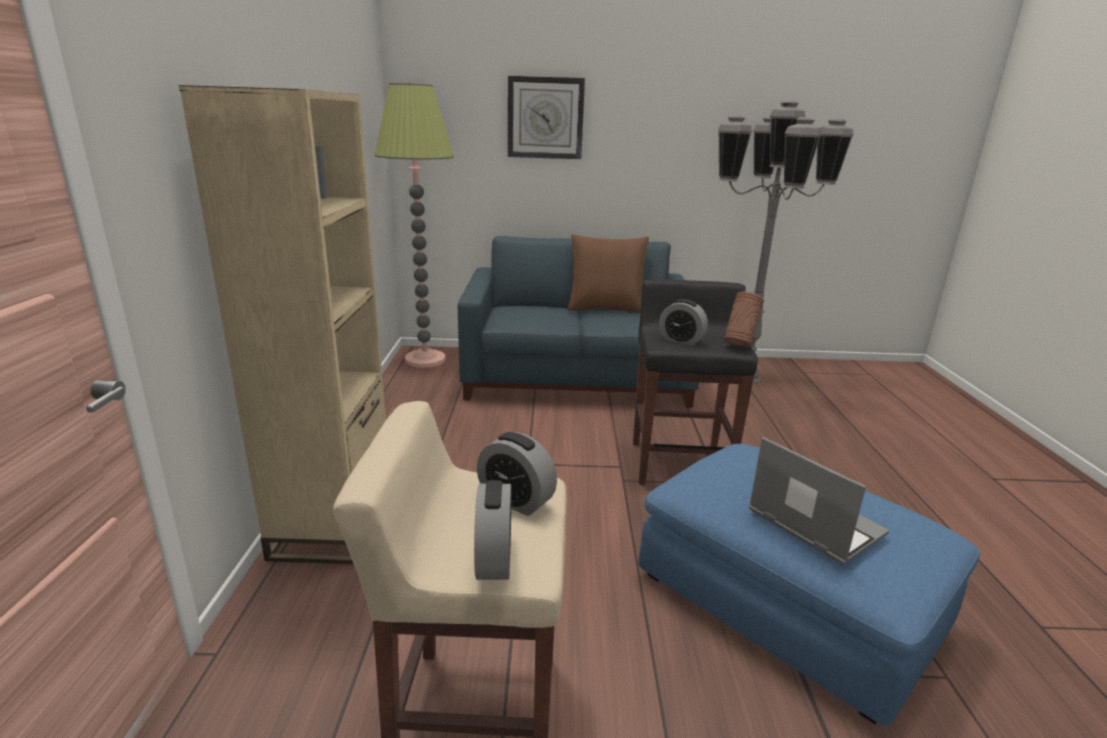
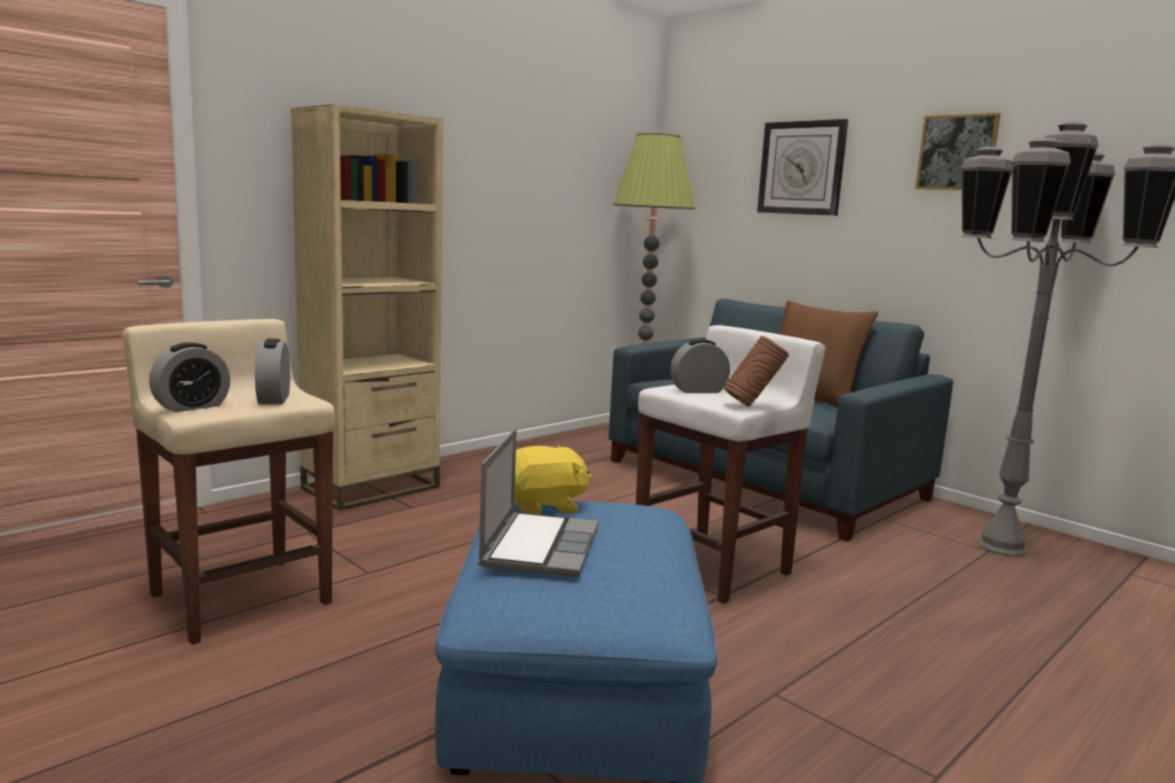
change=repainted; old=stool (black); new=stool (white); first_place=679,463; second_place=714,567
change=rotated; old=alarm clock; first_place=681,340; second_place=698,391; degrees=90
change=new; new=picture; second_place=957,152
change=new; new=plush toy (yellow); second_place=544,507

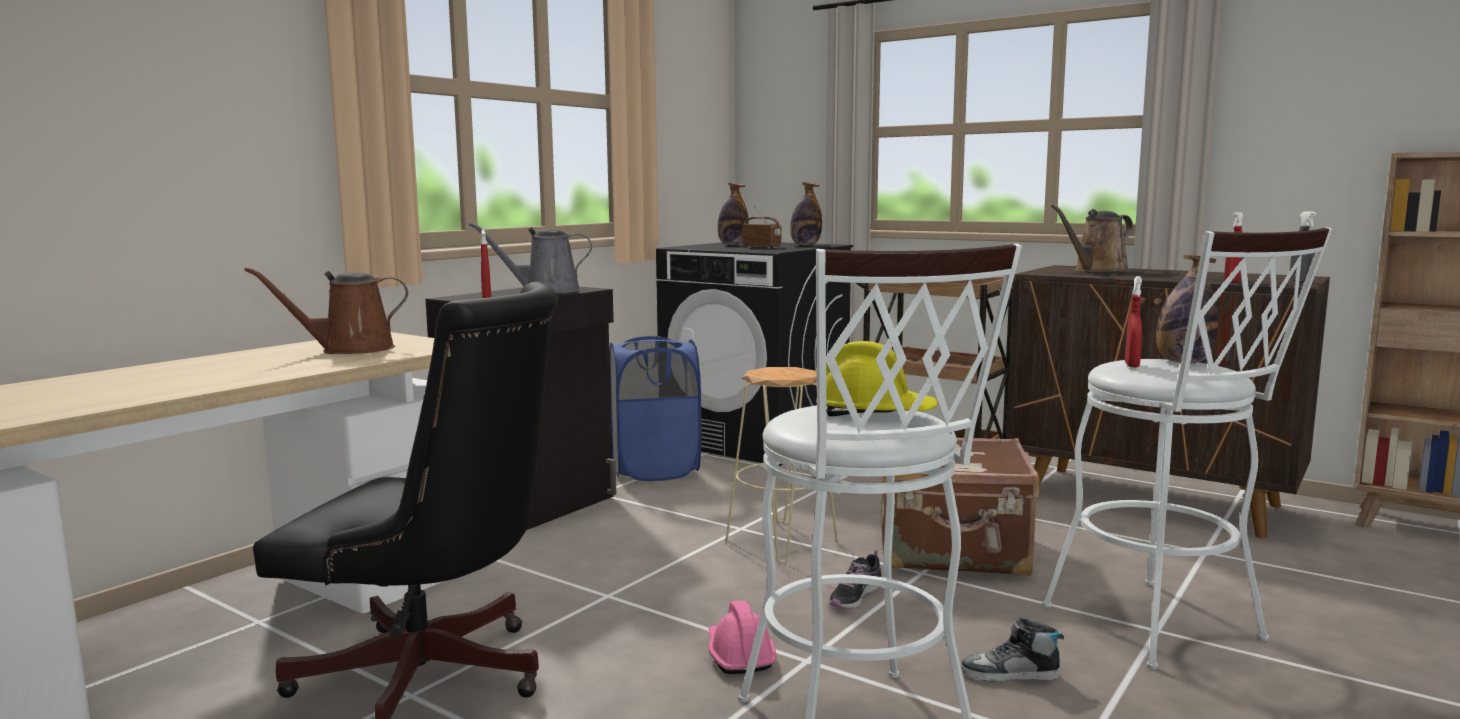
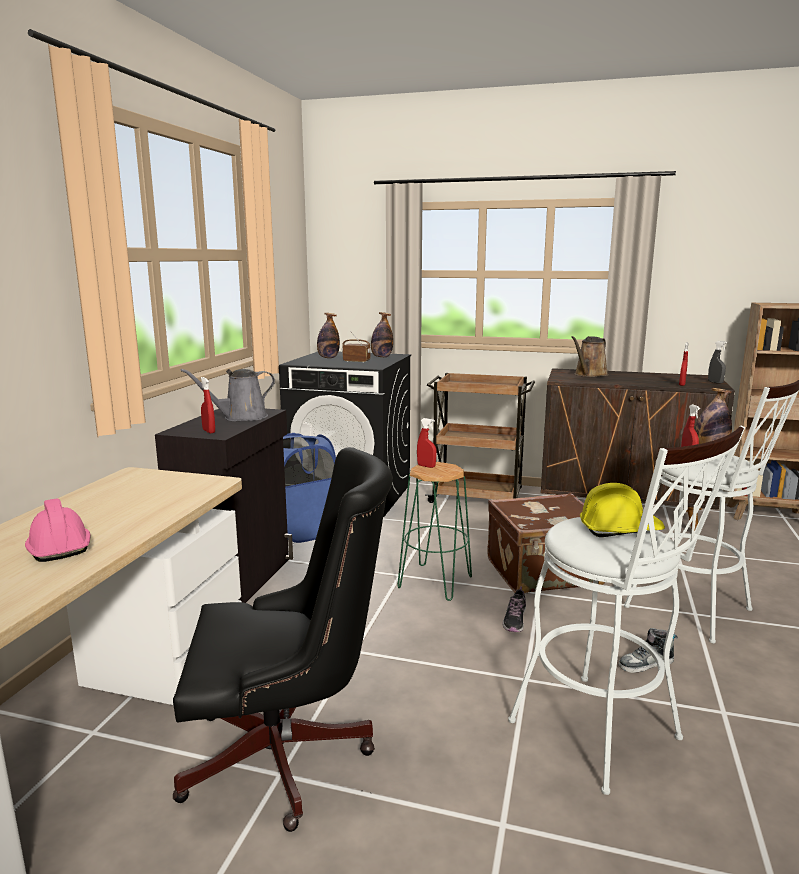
change=gone; old=watering can (brown); first_place=350,350
change=repainted; old=stool (beige); new=stool (green); first_place=782,542; second_place=435,582
change=shifted; old=hard hat (pink); first_place=739,655; second_place=58,546
change=new; new=spray bottle (red); second_place=426,466

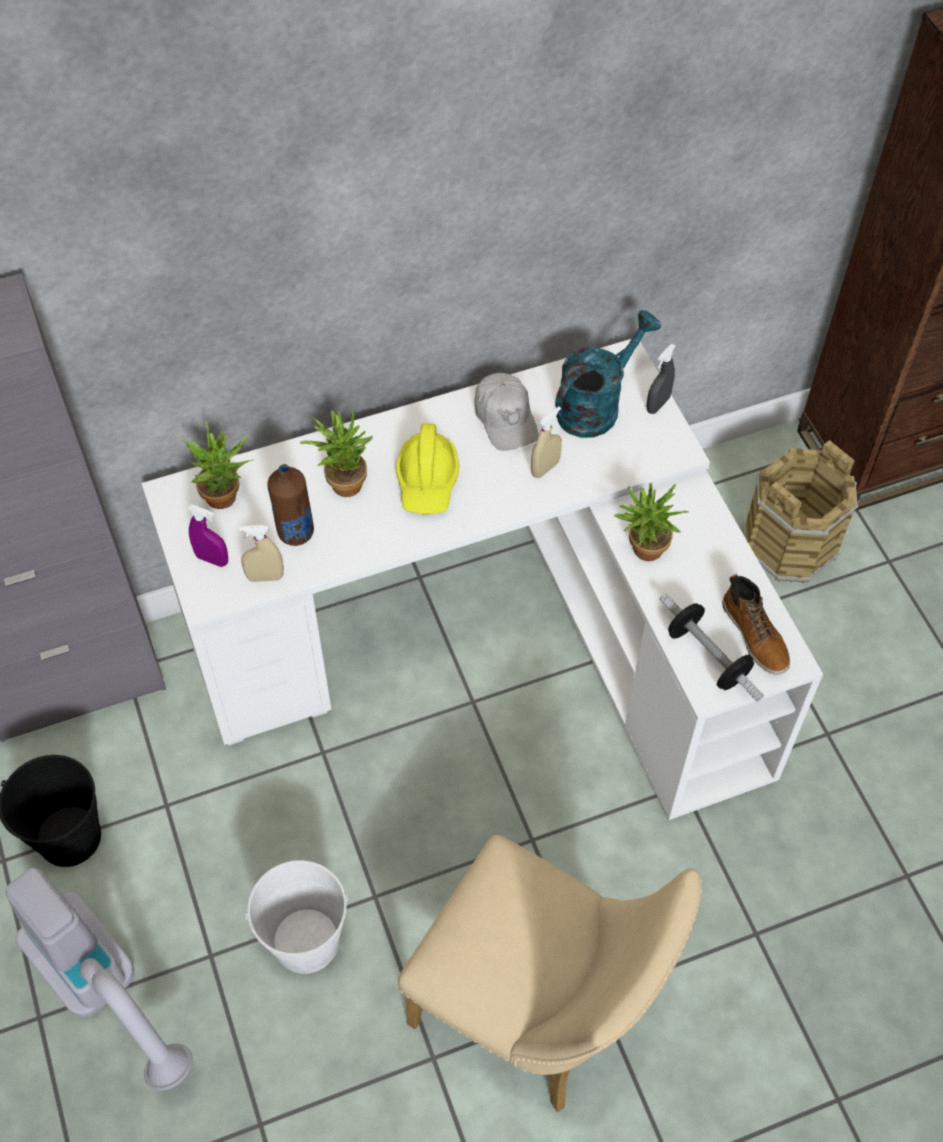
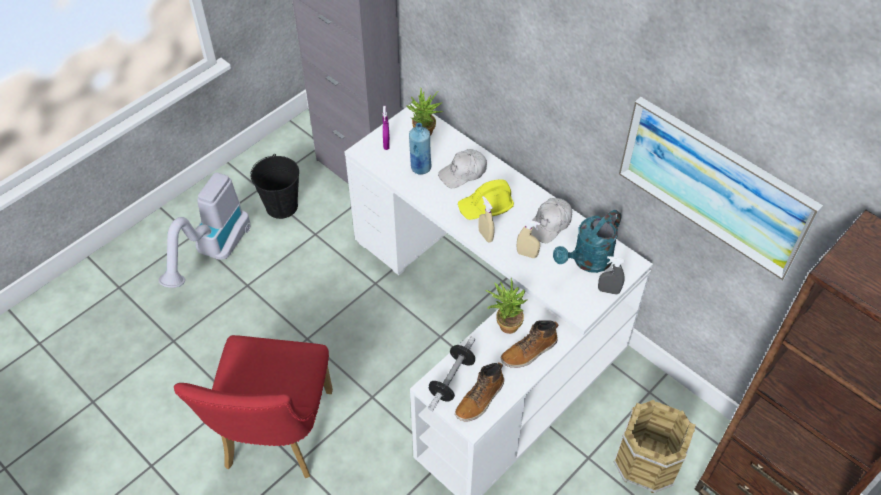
change=rotated; old=watering can (turquoise); first_place=596,405; second_place=587,261; degrees=120
change=swapped; old=potted plant; new=cap (white); first_place=342,481; second_place=463,173
change=repainted; old=bottle (brown); new=bottle (blue); first_place=295,532; second_place=420,168
change=shifted; old=spray bottle (beige); first_place=265,577; second_place=485,236
change=repainted; old=chair (beige); new=chair (red); first_place=537,1012; second_place=275,437
change=gone; old=bucket (white); first_place=306,941
change=new; new=picture; second_place=714,185
change=new; new=boot; second_place=529,351

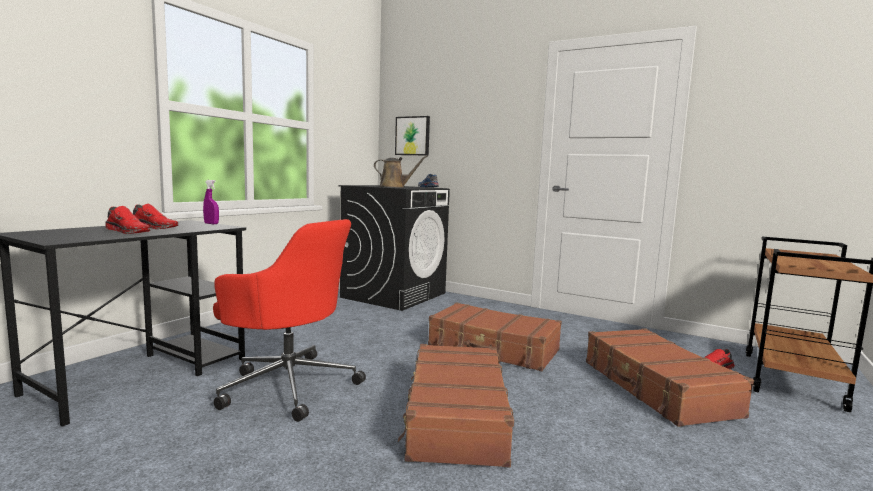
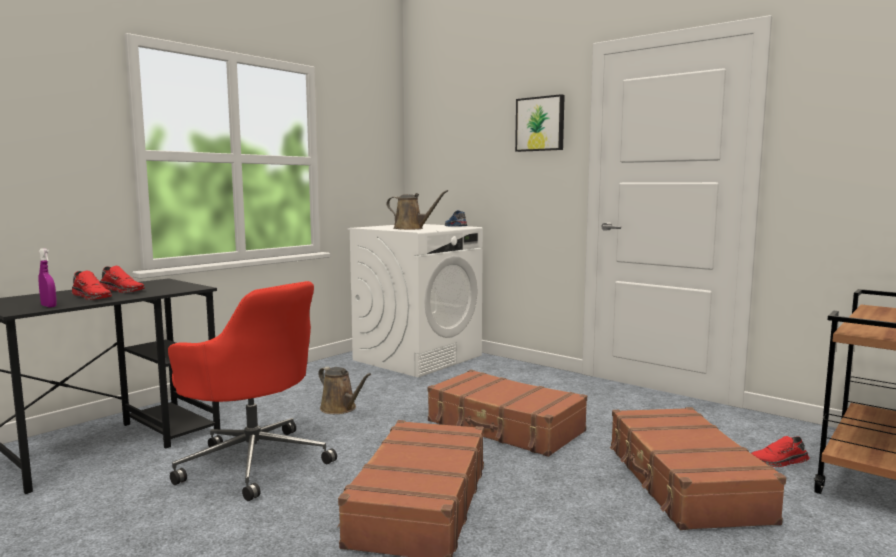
change=shifted; old=picture; first_place=413,136; second_place=540,124
change=shifted; old=spray bottle (purple); first_place=211,224; second_place=48,306
change=repainted; old=washing machine (black); new=washing machine (white); first_place=394,295; second_place=418,357
change=new; new=watering can (brown); second_place=340,408

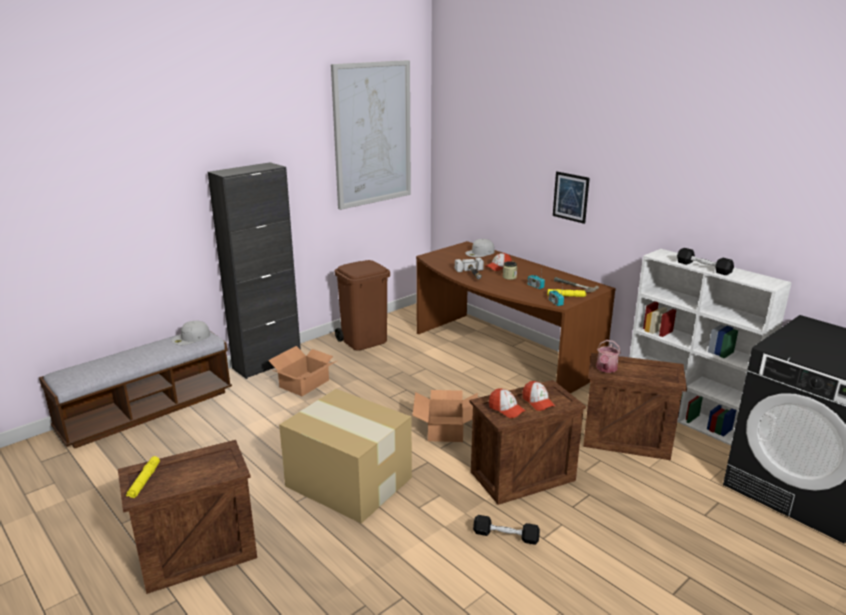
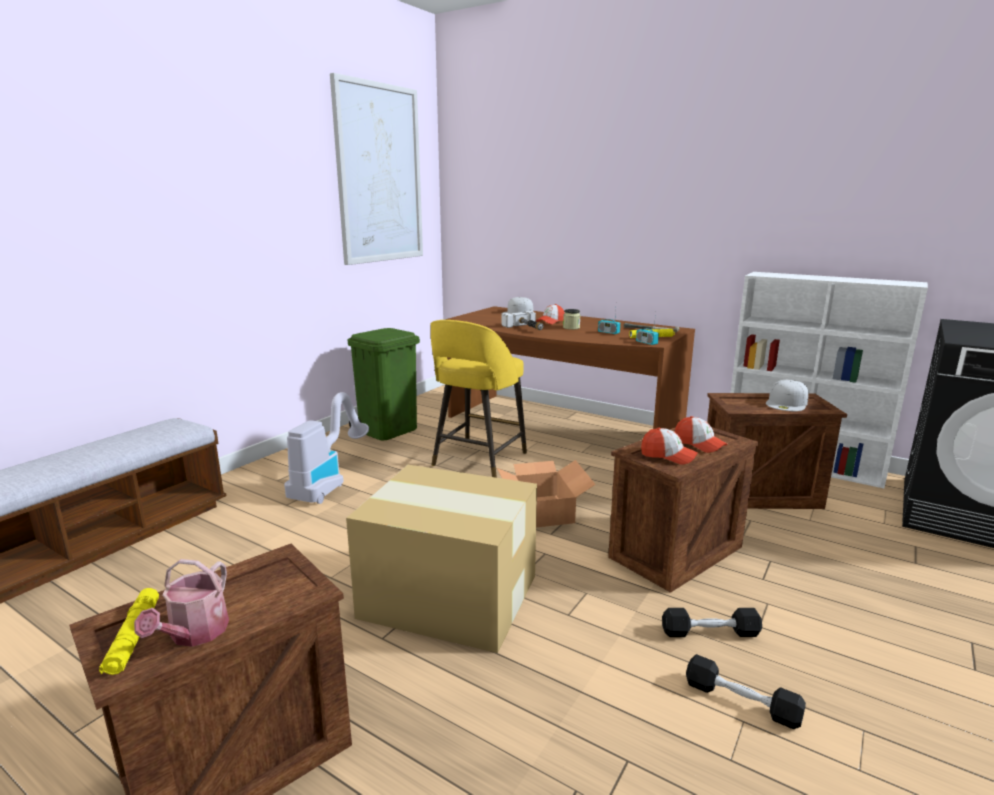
change=gone; old=cabinet (black); first_place=267,363
change=gone; old=picture; first_place=570,197
change=shifted; old=dumbbell (black); first_place=703,268; second_place=741,701
change=repainted; old=trash can (brown); new=trash can (green); first_place=364,341; second_place=388,430
change=shifted; old=cap (white); first_place=191,338; second_place=787,403
change=shifted; old=watering can; first_place=606,369; second_place=194,634
change=swapped; old=cardboard box; new=vacuum cleaner; first_place=303,383; second_place=328,483
change=new; new=stool (yellow); second_place=478,460

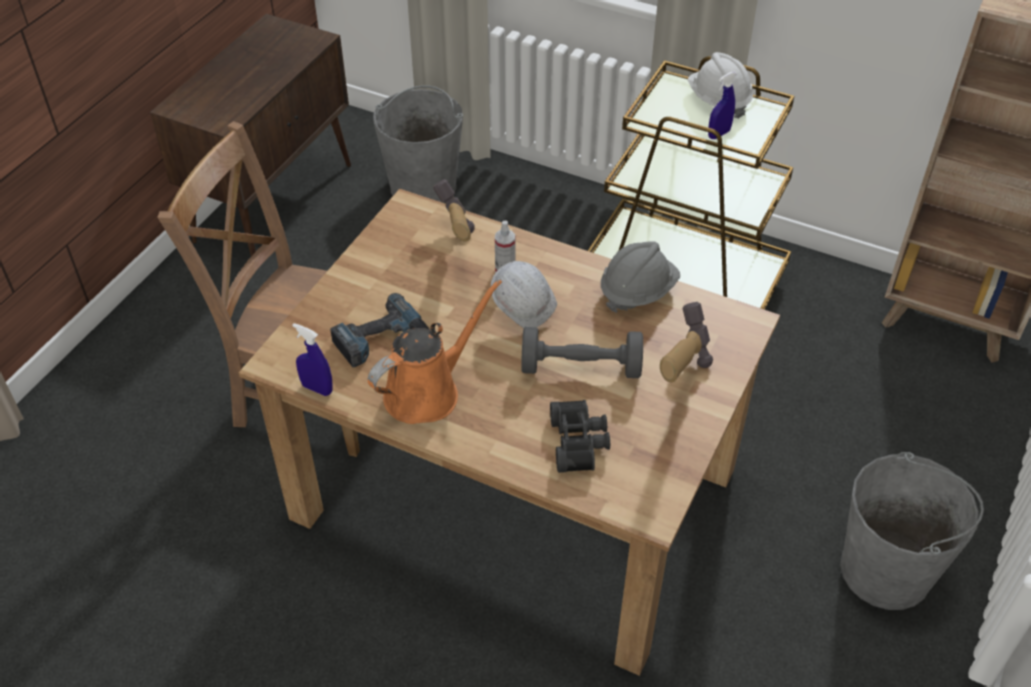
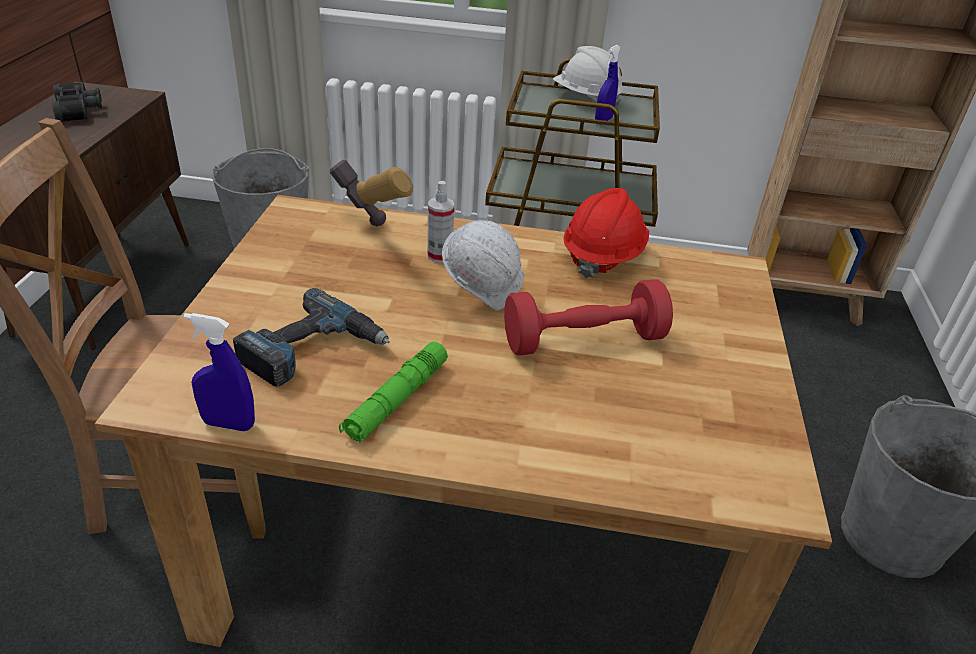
change=repainted; old=hard hat (grey); new=hard hat (red); first_place=637,291; second_place=602,256
change=swapped; old=watering can (orange); new=flashlight (green); first_place=428,391; second_place=396,400
change=gone; old=hammer; first_place=675,386
change=repainted; old=dumbbell (grey); new=dumbbell (red); first_place=581,368; second_place=583,340
change=shifted; old=binoculars (black); first_place=580,442; second_place=80,110

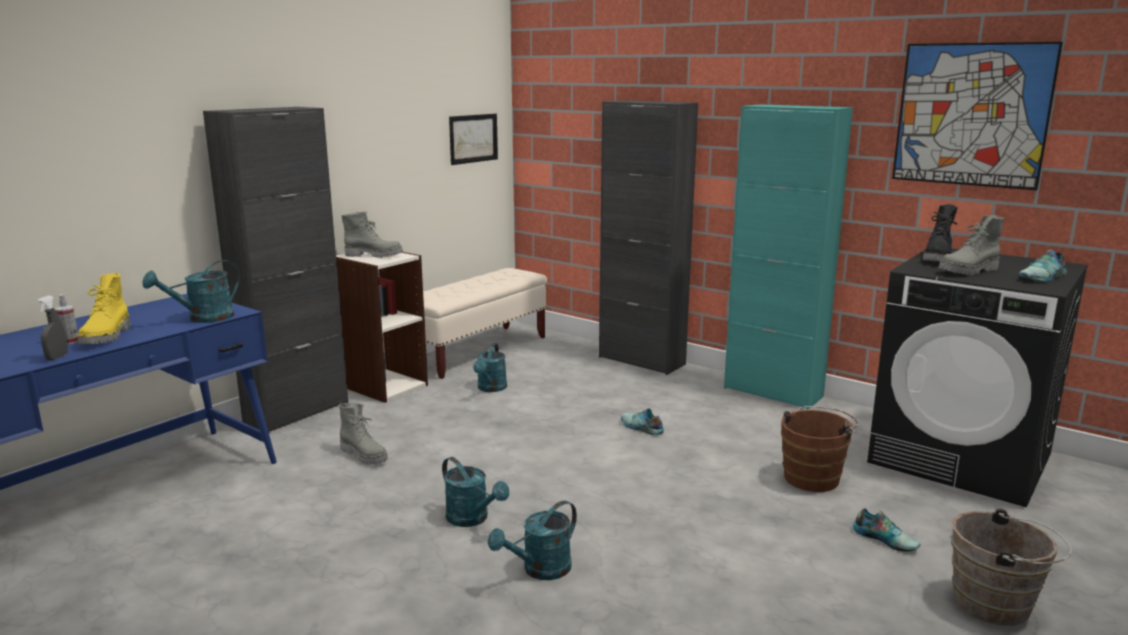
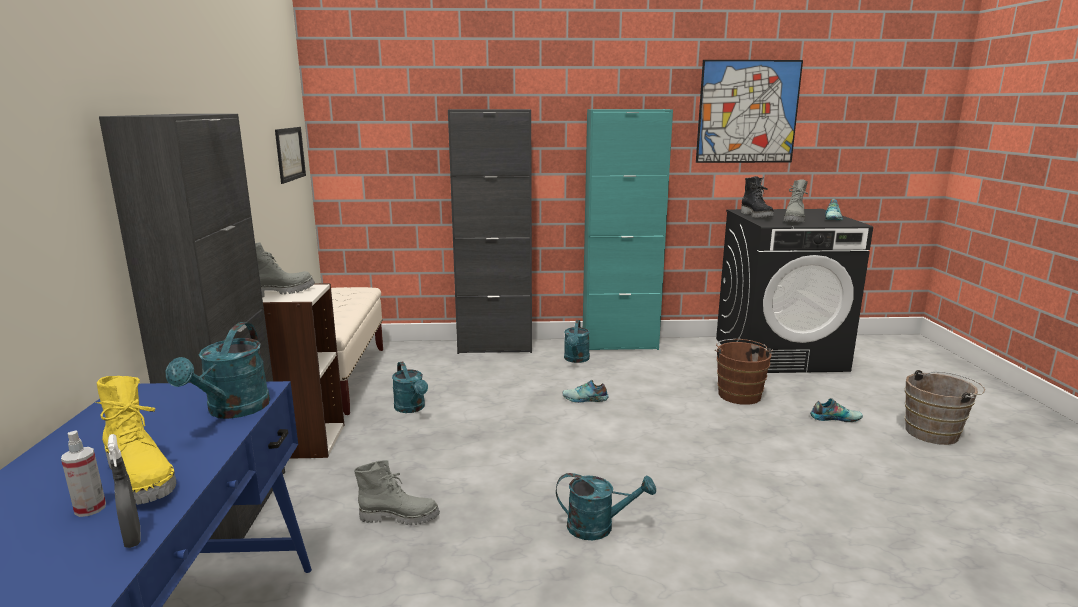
change=shifted; old=watering can (turquoise); first_place=540,570; second_place=576,360

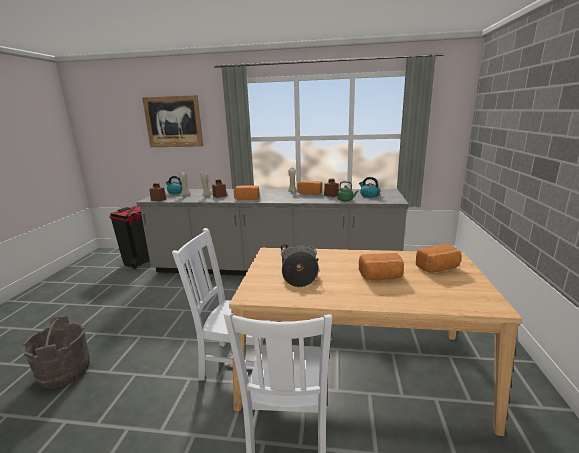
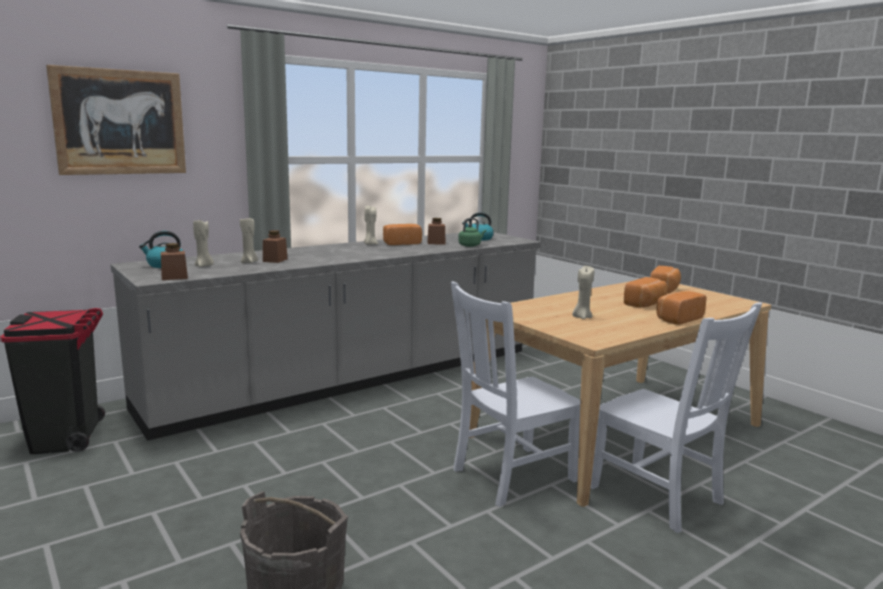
change=shifted; old=bread; first_place=247,198; second_place=677,319
change=swapped; old=cooking pot; new=candle (beige); first_place=299,273; second_place=581,317

